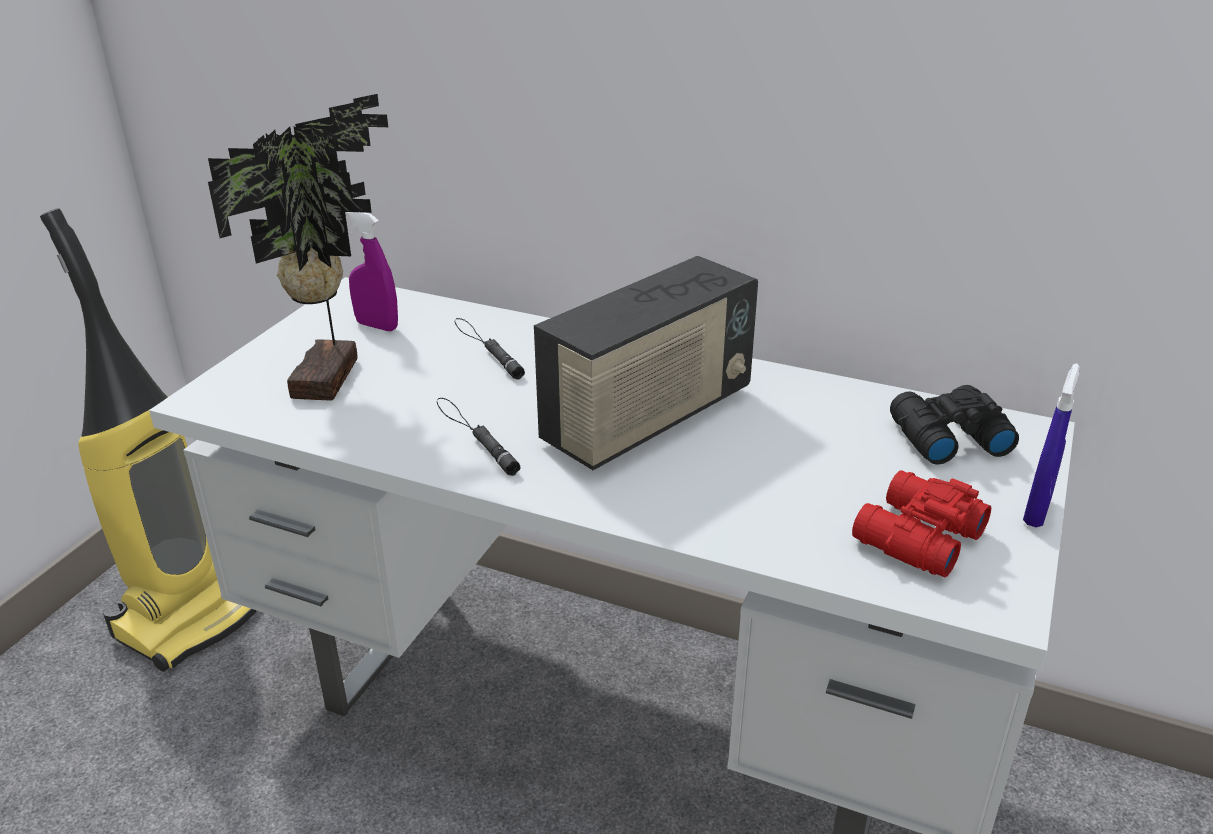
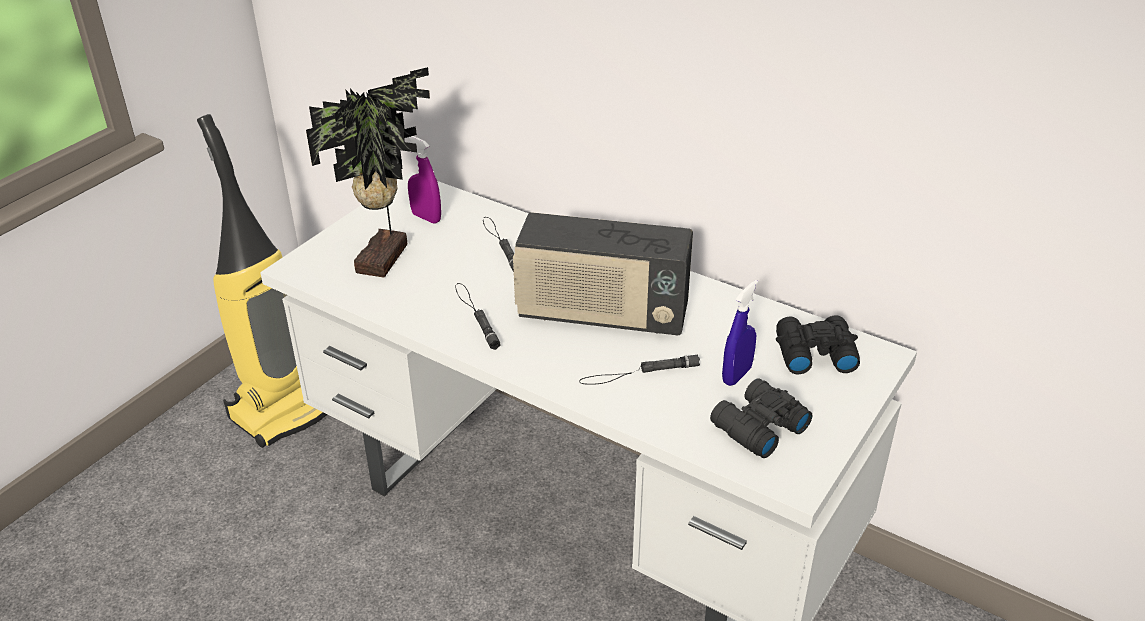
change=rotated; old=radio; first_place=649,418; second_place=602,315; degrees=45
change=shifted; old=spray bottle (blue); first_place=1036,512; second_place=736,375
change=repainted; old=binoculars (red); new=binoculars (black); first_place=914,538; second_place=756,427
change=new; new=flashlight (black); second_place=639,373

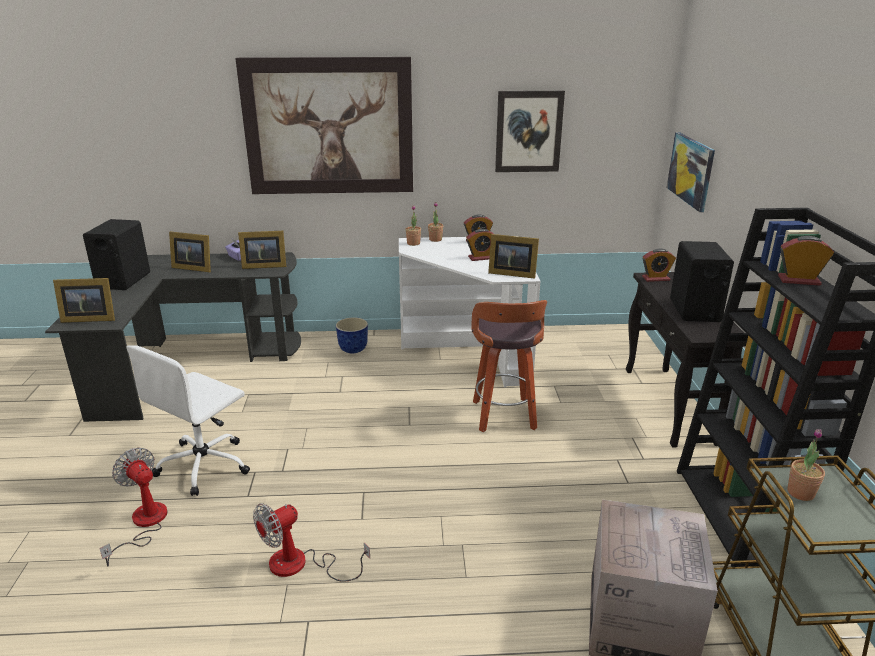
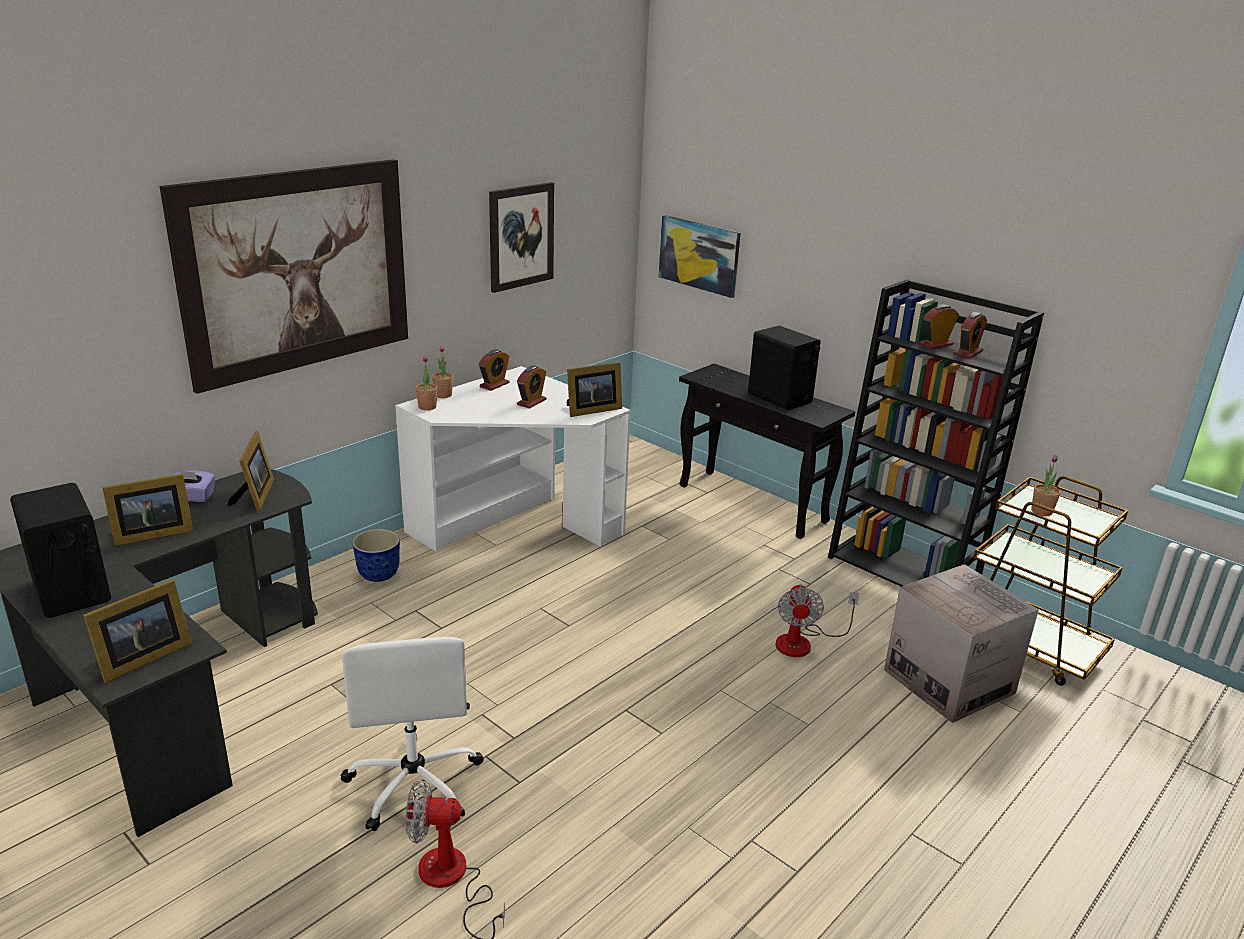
change=rotated; old=picture frame; first_place=263,266; second_place=256,496; degrees=-45
change=shifted; old=alarm clock; first_place=655,278; second_place=968,353
change=gone; old=stool; first_place=504,417
change=shifted; old=fan; first_place=300,565; second_place=803,642

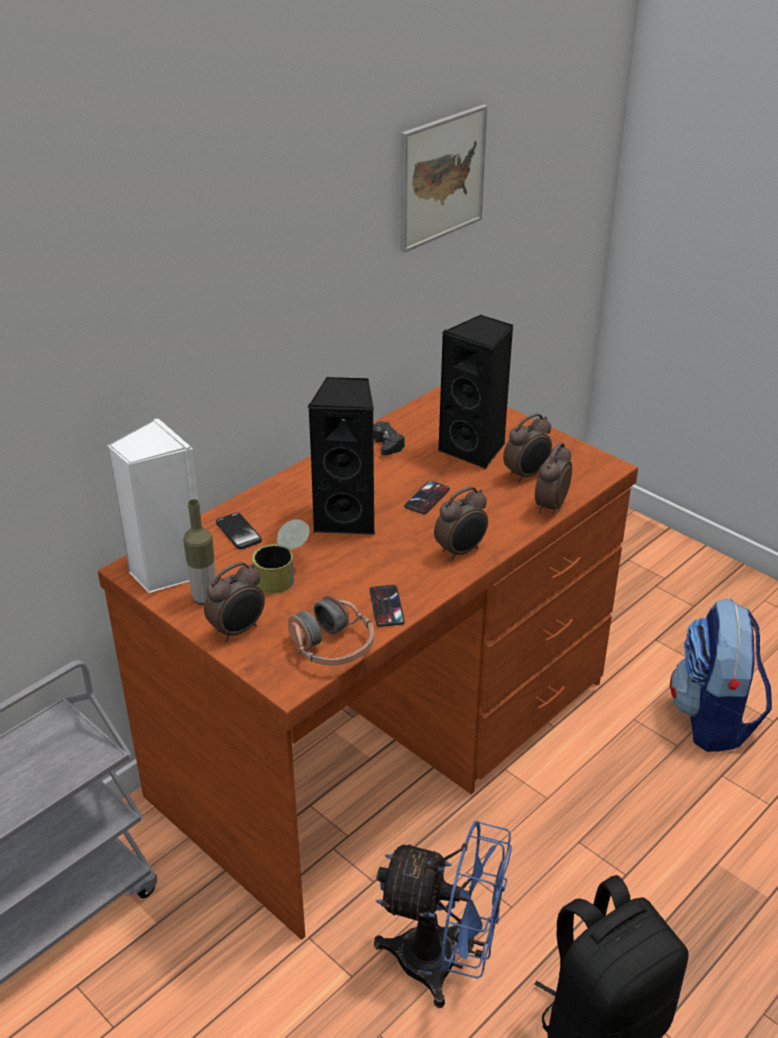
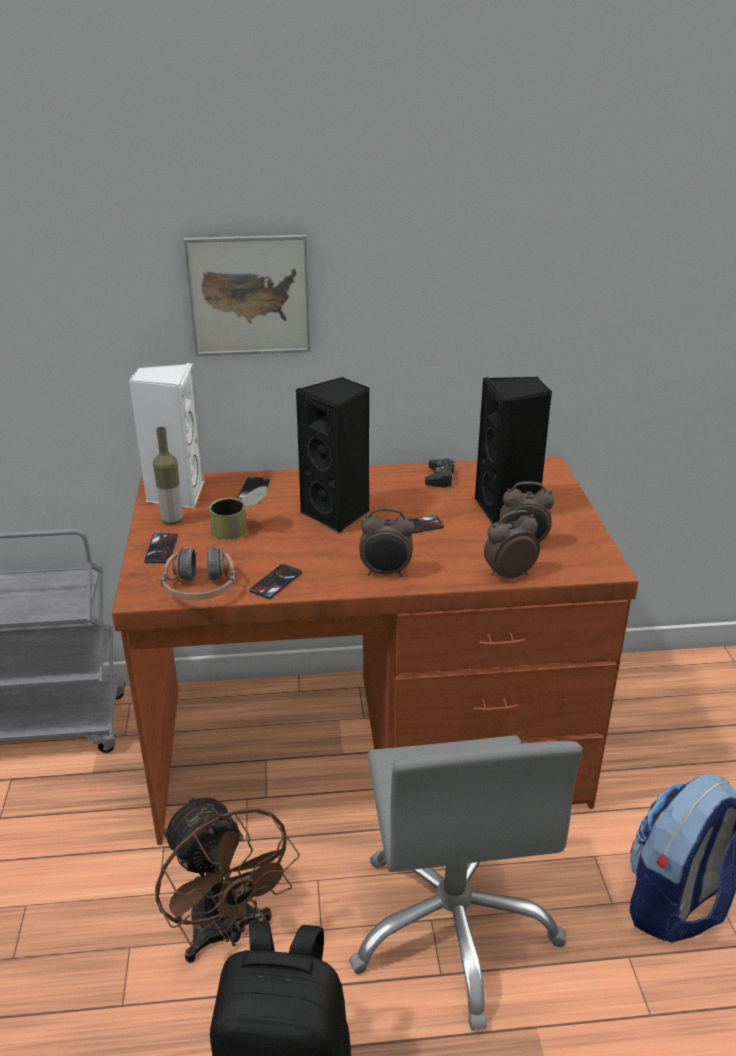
change=shifted; old=picture; first_place=441,177; second_place=249,296
change=swapped; old=alarm clock; new=phone; first_place=238,630; second_place=161,549
change=repainted; old=fan (blue); new=fan (brown); first_place=444,963; second_place=226,932
change=new; new=office chair (grey); second_place=453,926

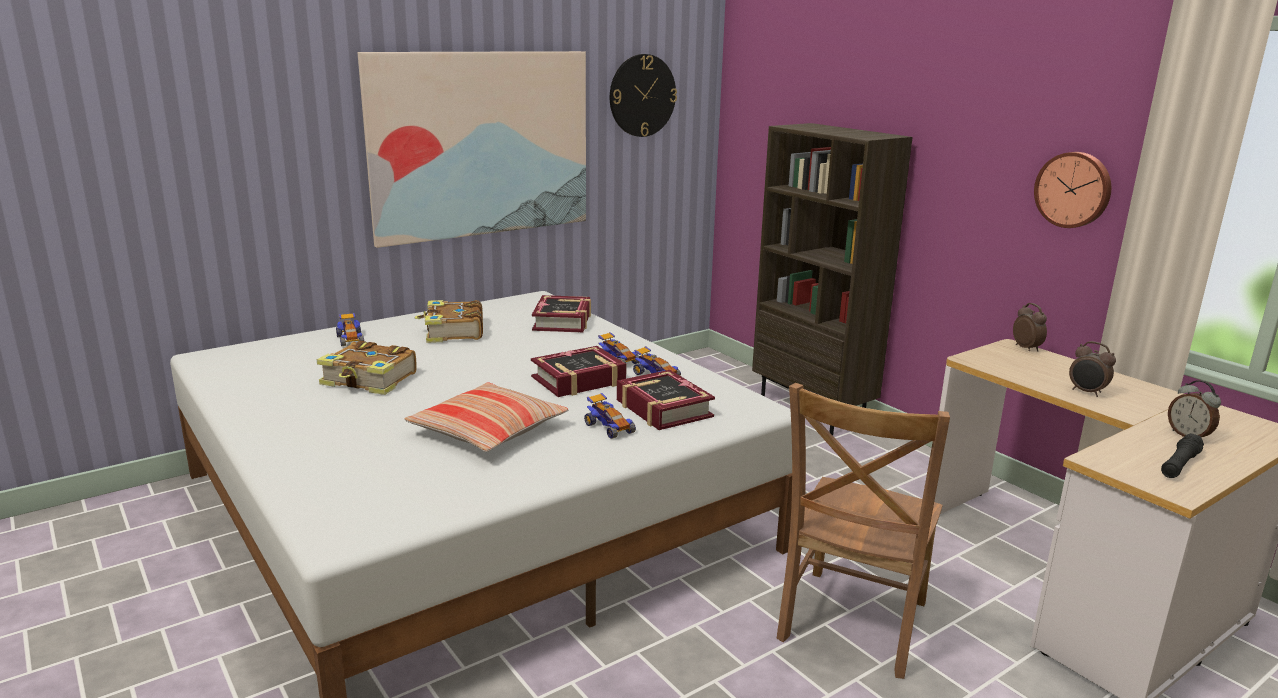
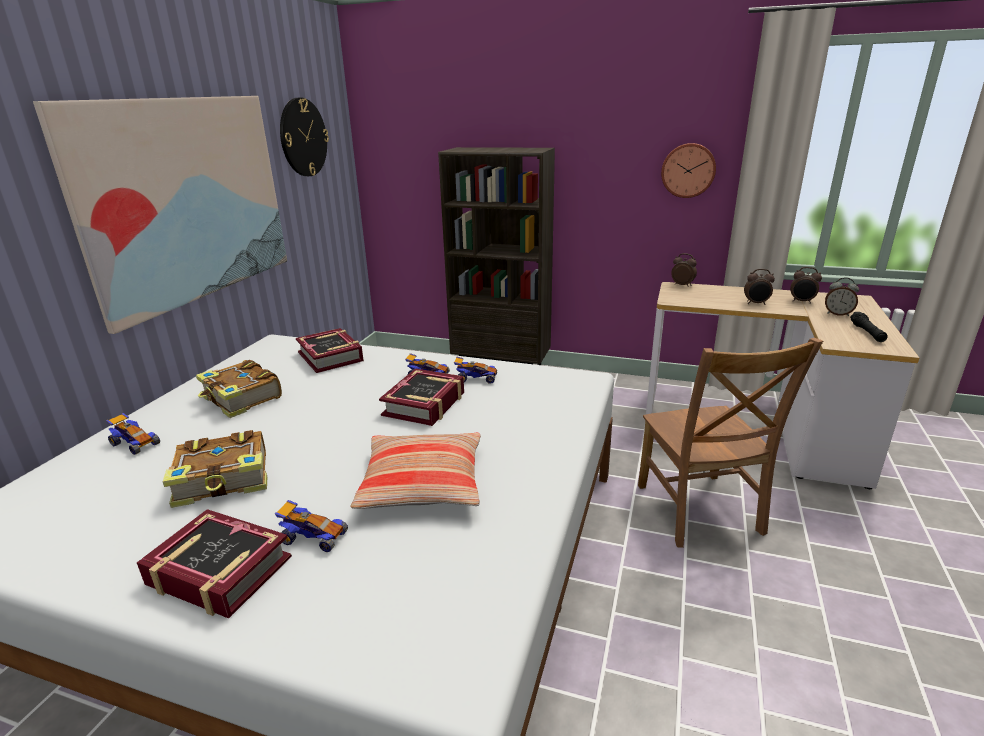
change=shifted; old=book; first_place=663,409; second_place=219,571
change=shifted; old=toy car; first_place=608,428; second_place=313,537
change=new; new=alarm clock; second_place=802,301

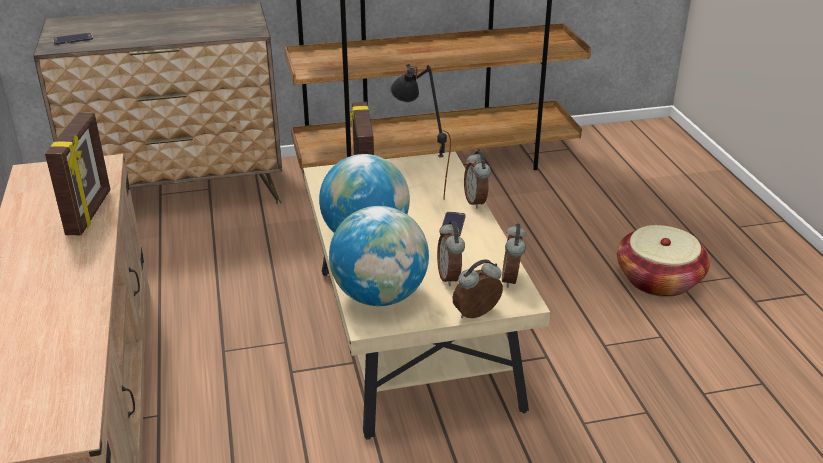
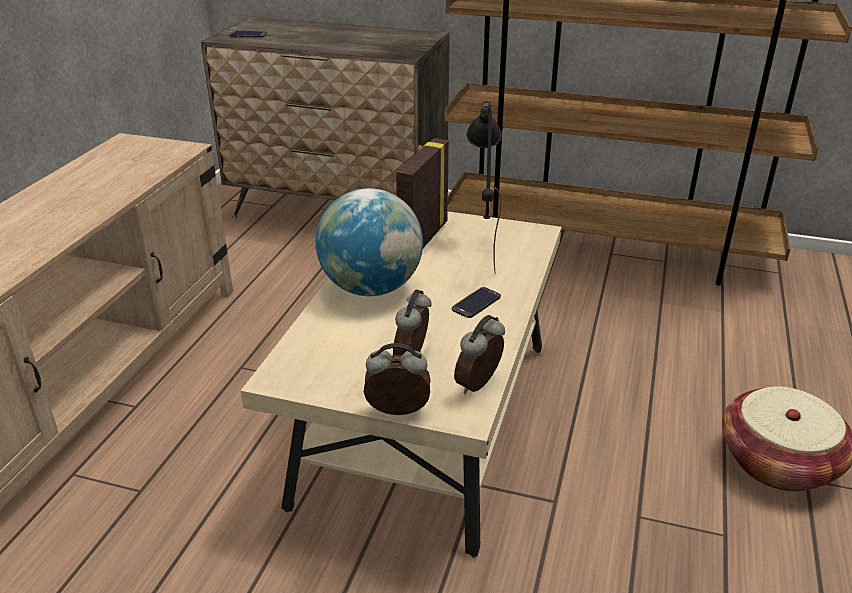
change=gone; old=picture frame; first_place=90,213
change=gone; old=alarm clock; first_place=476,202
change=gone; old=globe; first_place=380,296

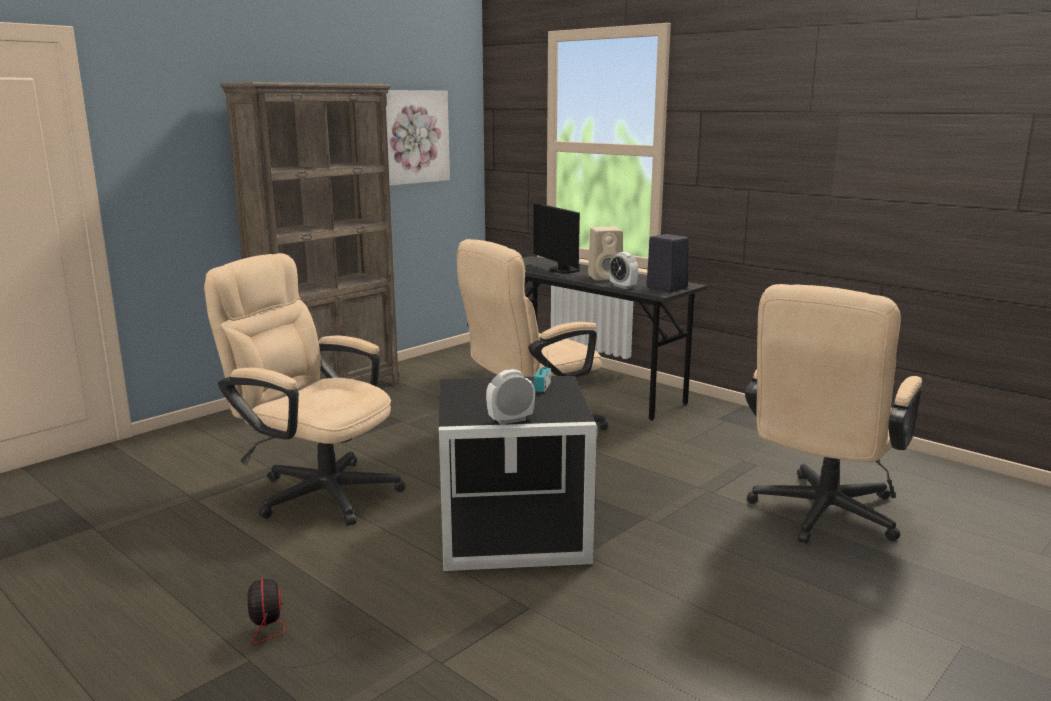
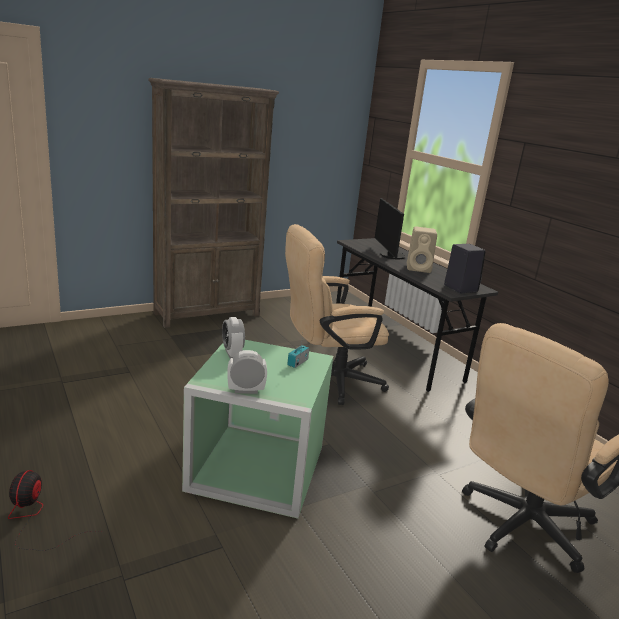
change=gone; old=picture; first_place=411,137
change=shifted; old=alarm clock; first_place=623,287; second_place=232,353
change=gone; old=office chair (beige); first_place=316,490
change=repainted; old=storage box (black); new=storage box (green); first_place=511,531; second_place=254,468

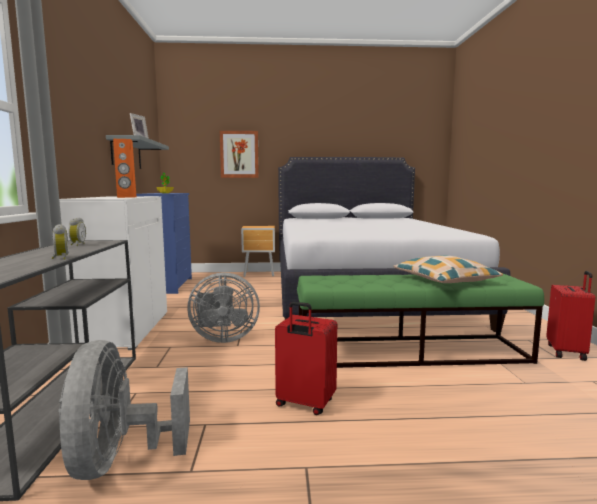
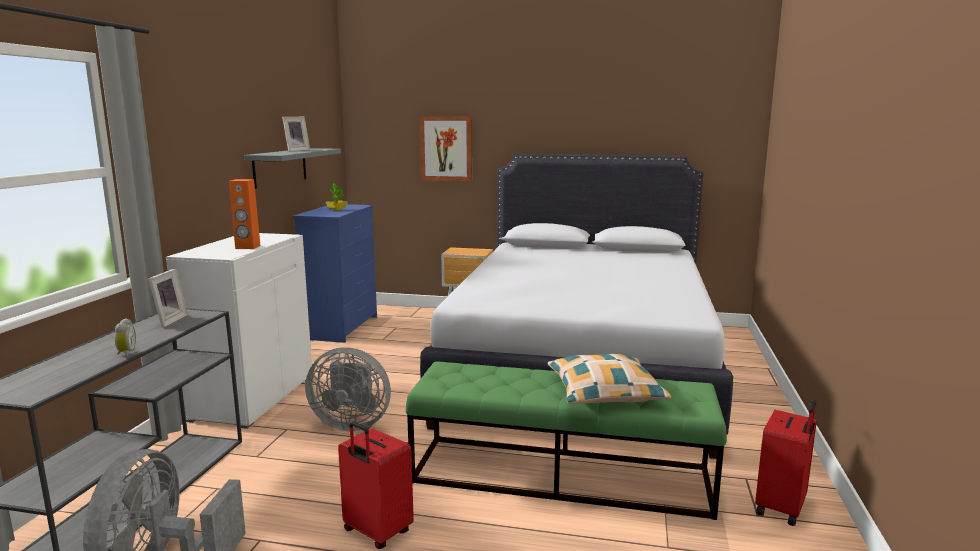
change=swapped; old=alarm clock; new=picture frame; first_place=77,245; second_place=168,321

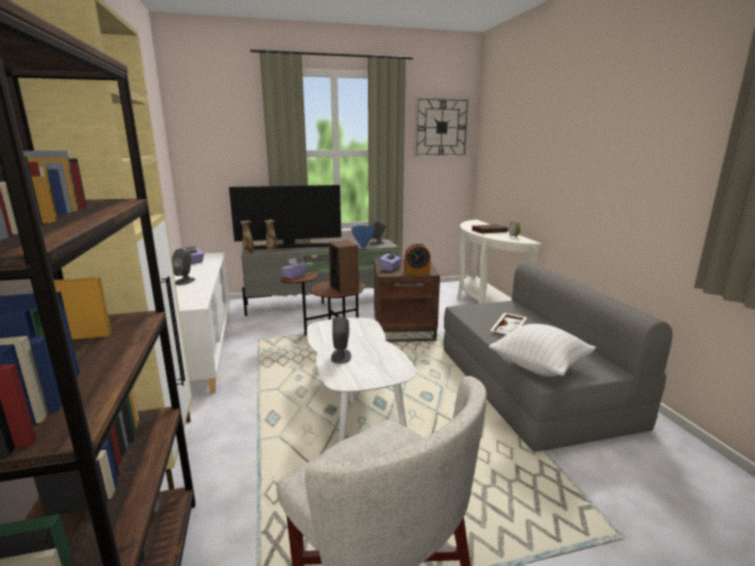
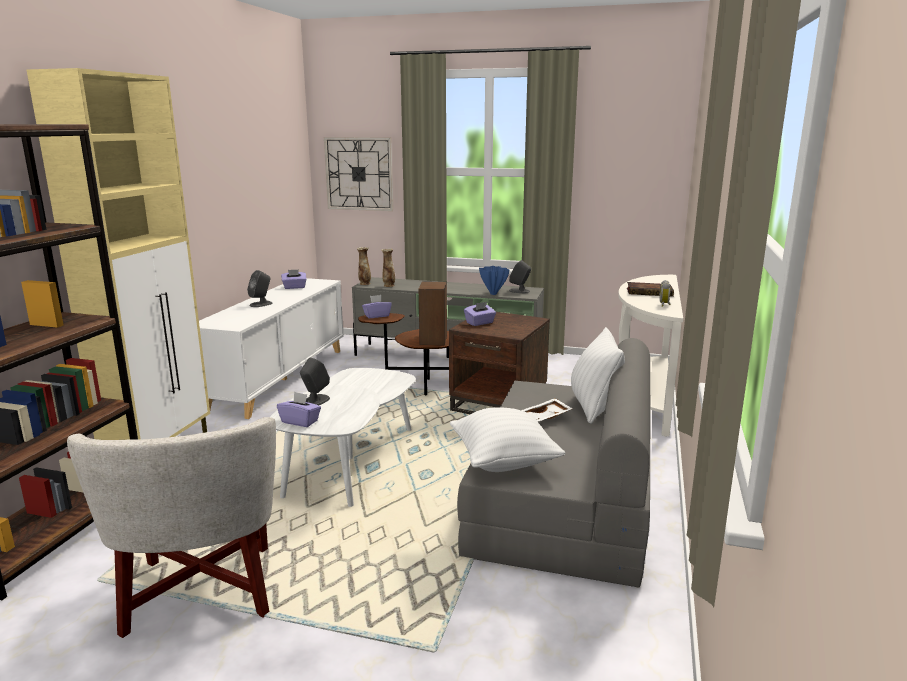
change=shifted; old=wall clock; first_place=441,127; second_place=359,174
change=gone; old=television; first_place=290,247
change=gone; old=alarm clock; first_place=417,272
change=new; new=pillow (white); second_place=594,407
change=new; new=tissue box (purple); second_place=300,421

